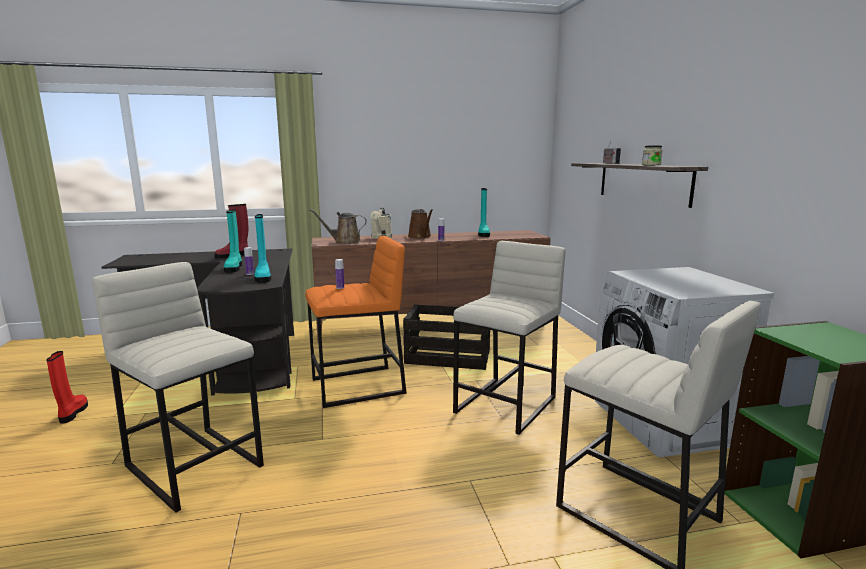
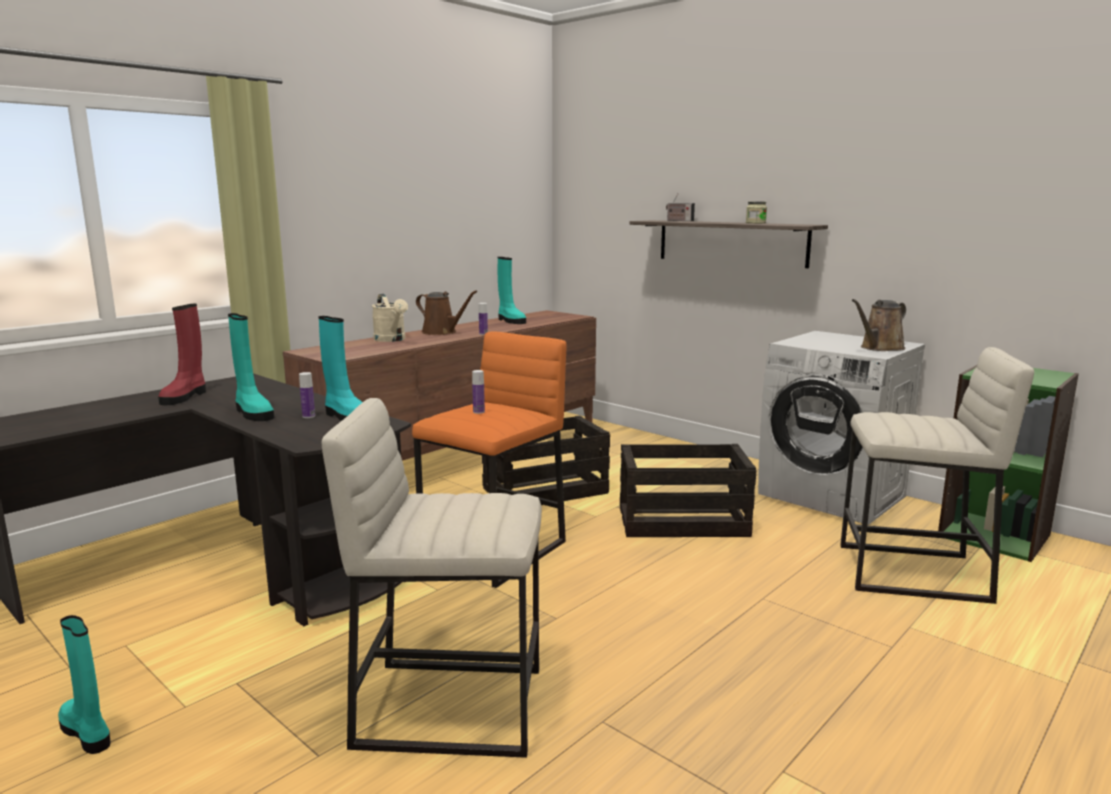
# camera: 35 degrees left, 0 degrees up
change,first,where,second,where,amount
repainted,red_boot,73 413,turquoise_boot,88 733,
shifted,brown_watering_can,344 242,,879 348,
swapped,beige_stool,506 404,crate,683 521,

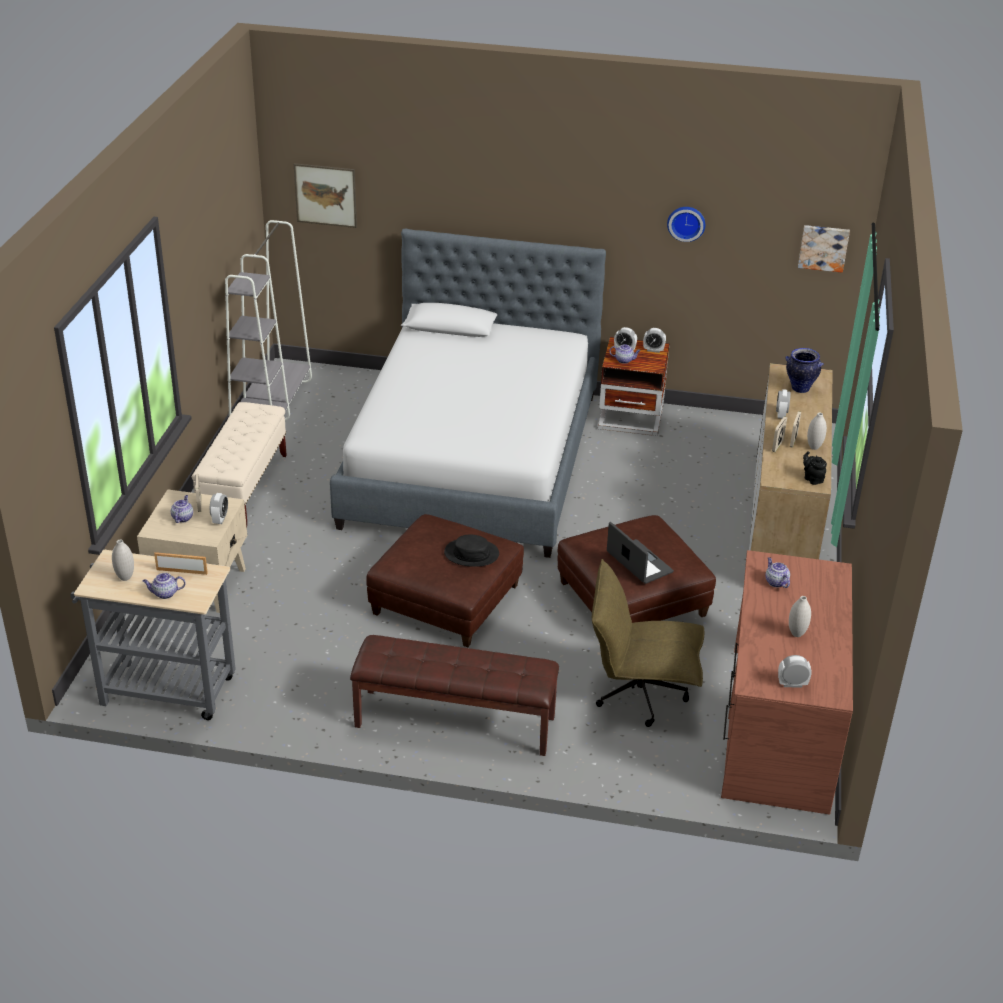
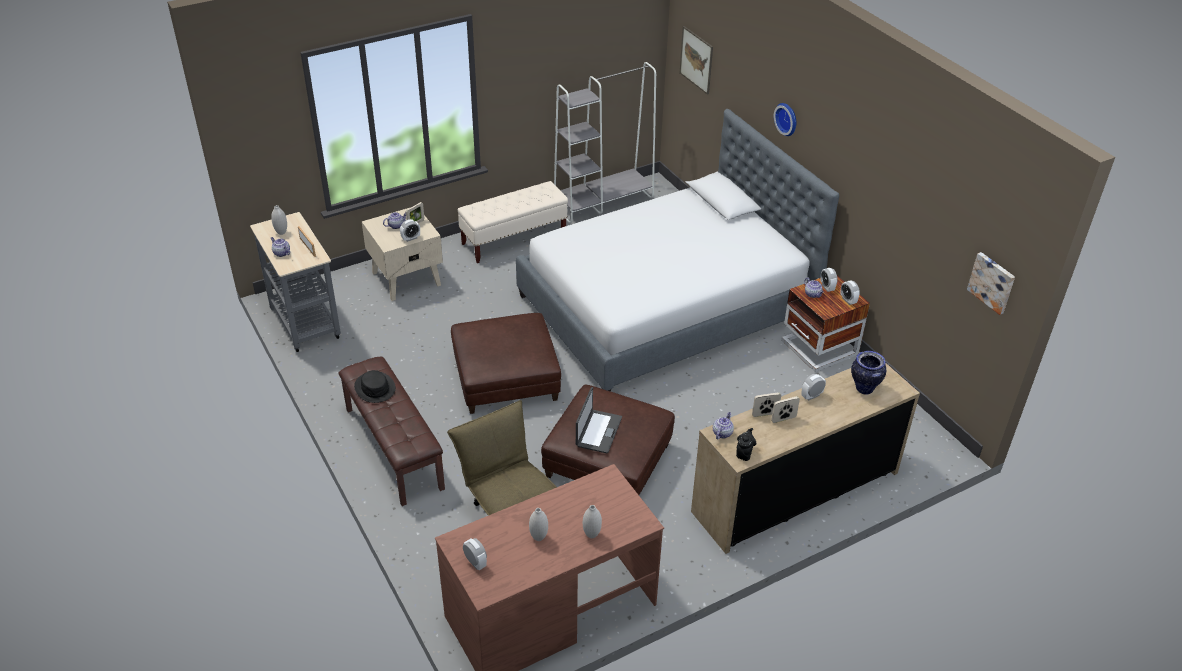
# camera: 50 degrees right, 5 degrees up
change,first,where,second,where,amount
shifted,black_hat,471 553,,375 388,
shifted,wall_clock,686 222,,787 118,
shifted,teapot,775 582,,722 433,
shifted,white_vase,814 447,,591 534,

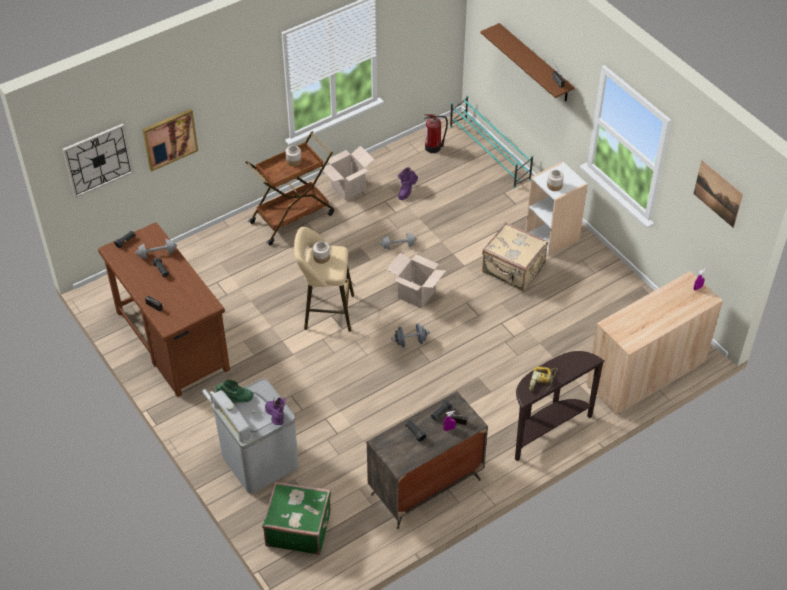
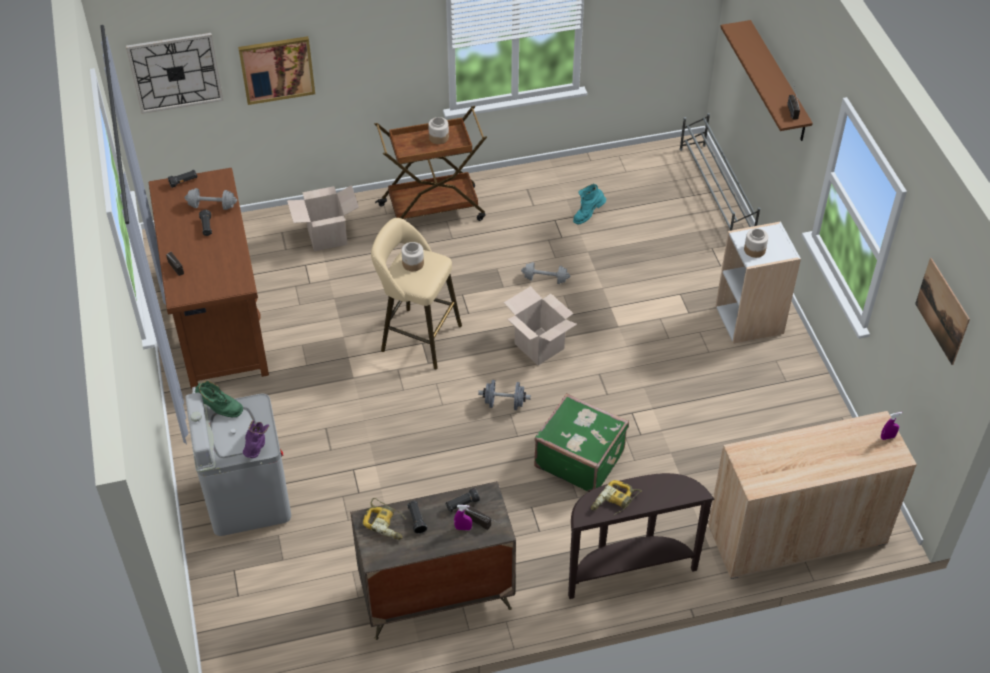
# camera: 20 degrees right, 0 degrees up
change,first,where,second,where,amount
shifted,green_suitcase,298 528,,579 458,
shifted,cardboard_box,348 188,,327 237,
repainted,purple_boot,407 191,turquoise_boot,588 215,
gone,fire_extinguisher,434 147,,,
repainted,turquoise_shoe_rack,489 153,grey_shoe_rack,715 194,
gone,beige_suitcase,513 270,,,
new,,,power_drill,386 523,

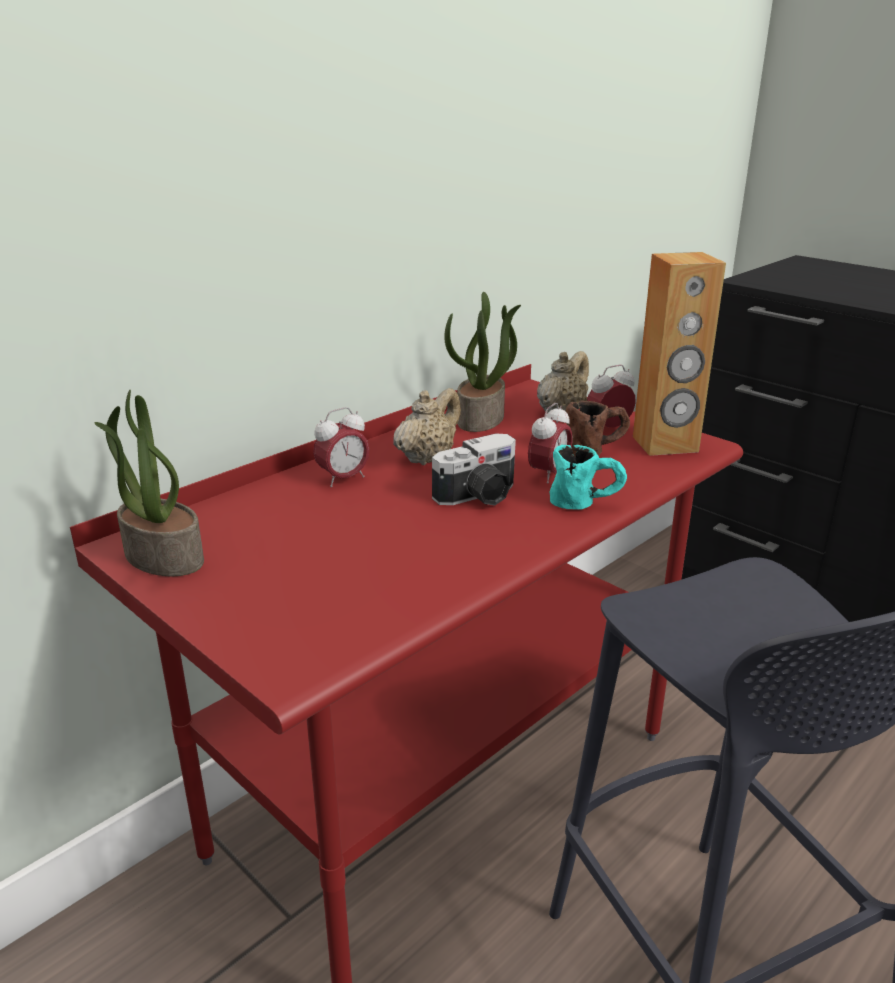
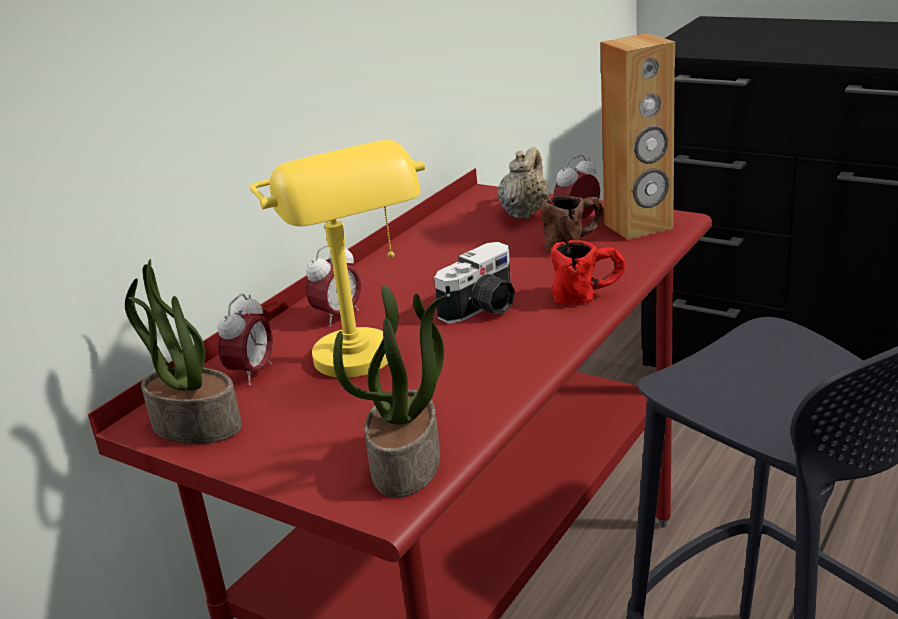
# camera: 10 degrees left, 0 degrees up
change,first,where,second,where,amount
gone,beige_teapot,427 458,,,
shifted,potted_plant,481 419,,407 465,
shifted,alarm_clock,548 474,,252 373,
repainted,turquoise_mug,586 503,red_mug,589 295,
new,,,yellow_table_lamp,367 368,

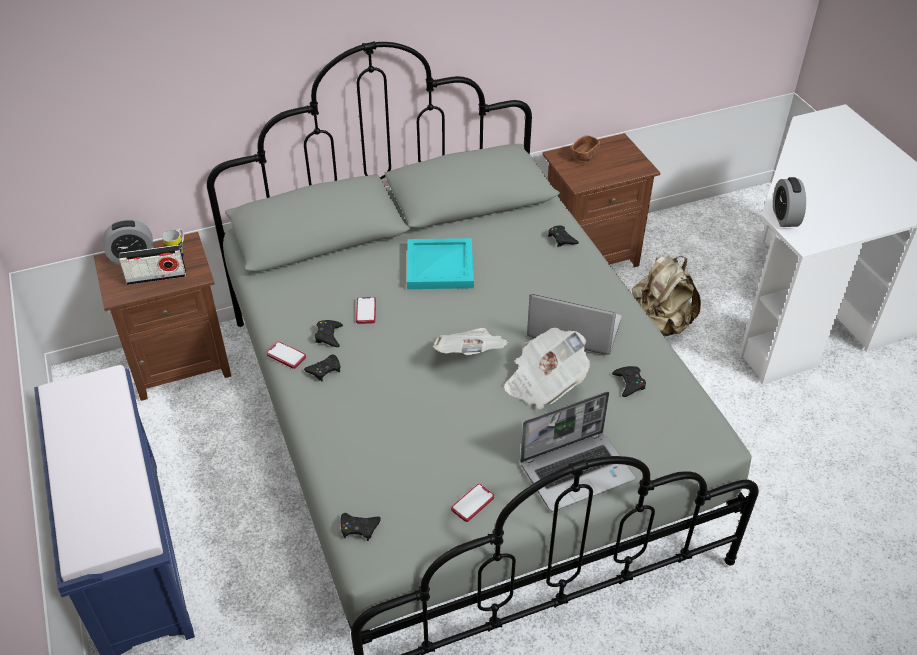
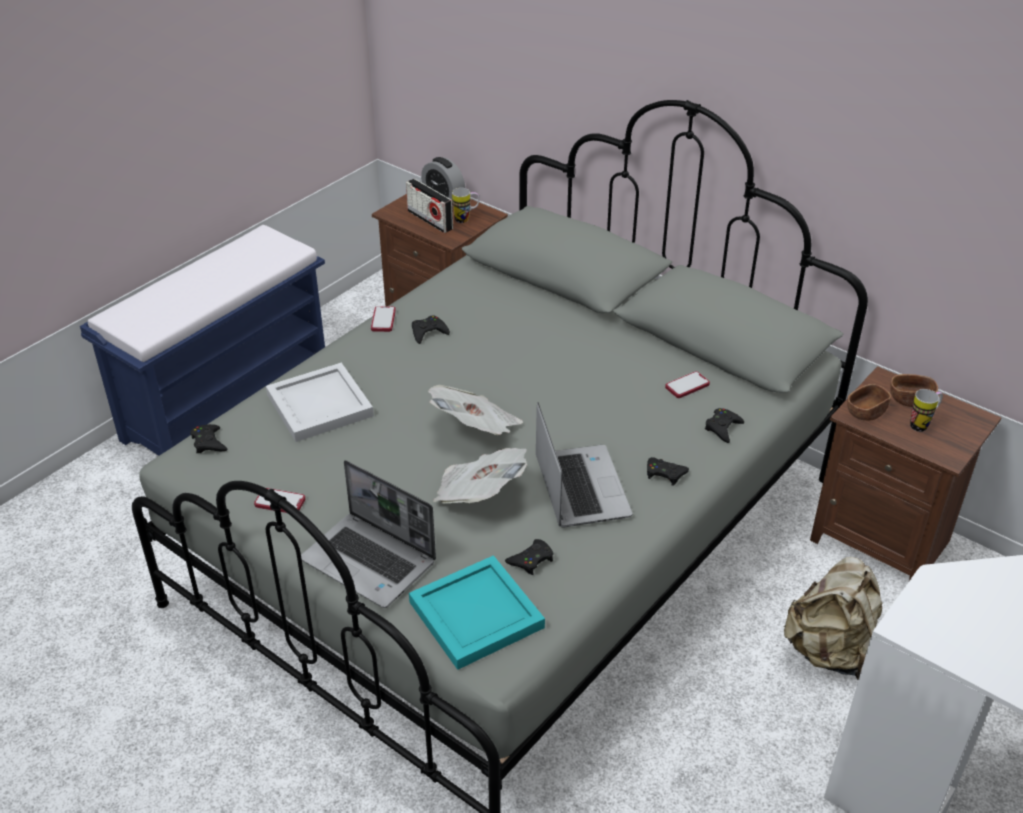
# camera: 60 degrees right, 5 degrees down
change,first,where,second,where,amount
shifted,black_game_controller,324 370,,665 474,
shifted,phone,366 311,,687 386,
shifted,turquoise_tray,441 266,,478 615,
gone,alarm_clock,784 217,,,
new,,,white_tray,318 405,
new,,,brown_bowl,865 412,
new,,,mug,922 424,

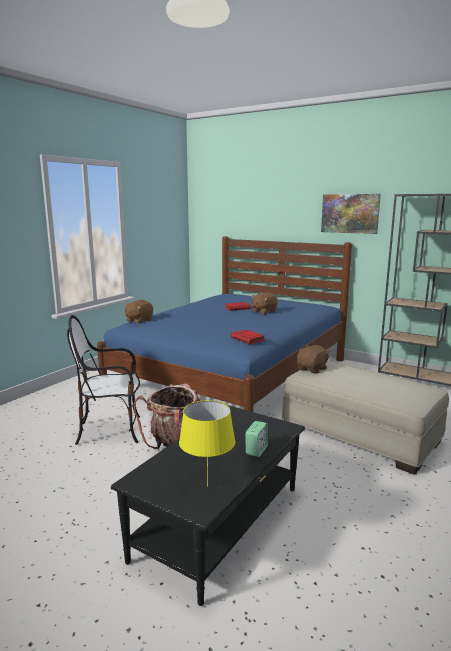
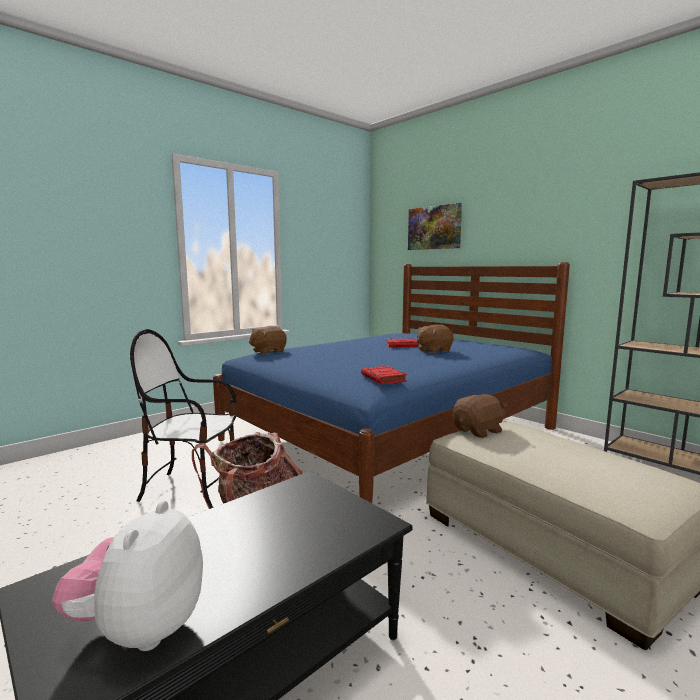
# camera: 15 degrees right, 5 degrees down
change,first,where,second,where,amount
swapped,yellow_table_lamp,208 486,plush_toy,140 629,
gone,alarm_clock,256 450,,,
shifted,picture,350 213,,434 228,

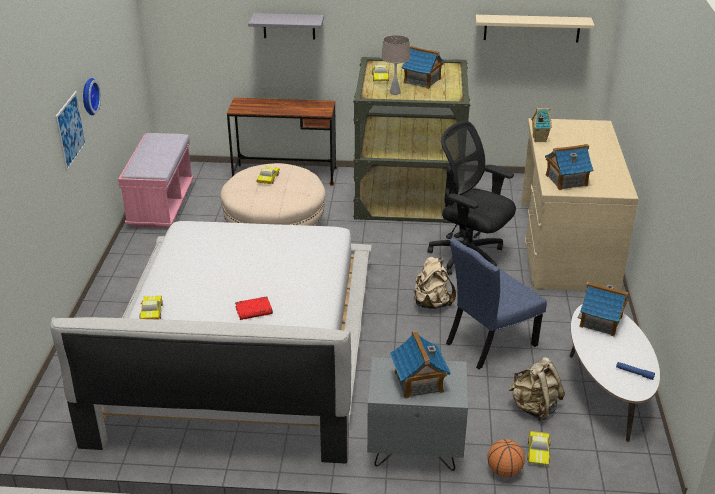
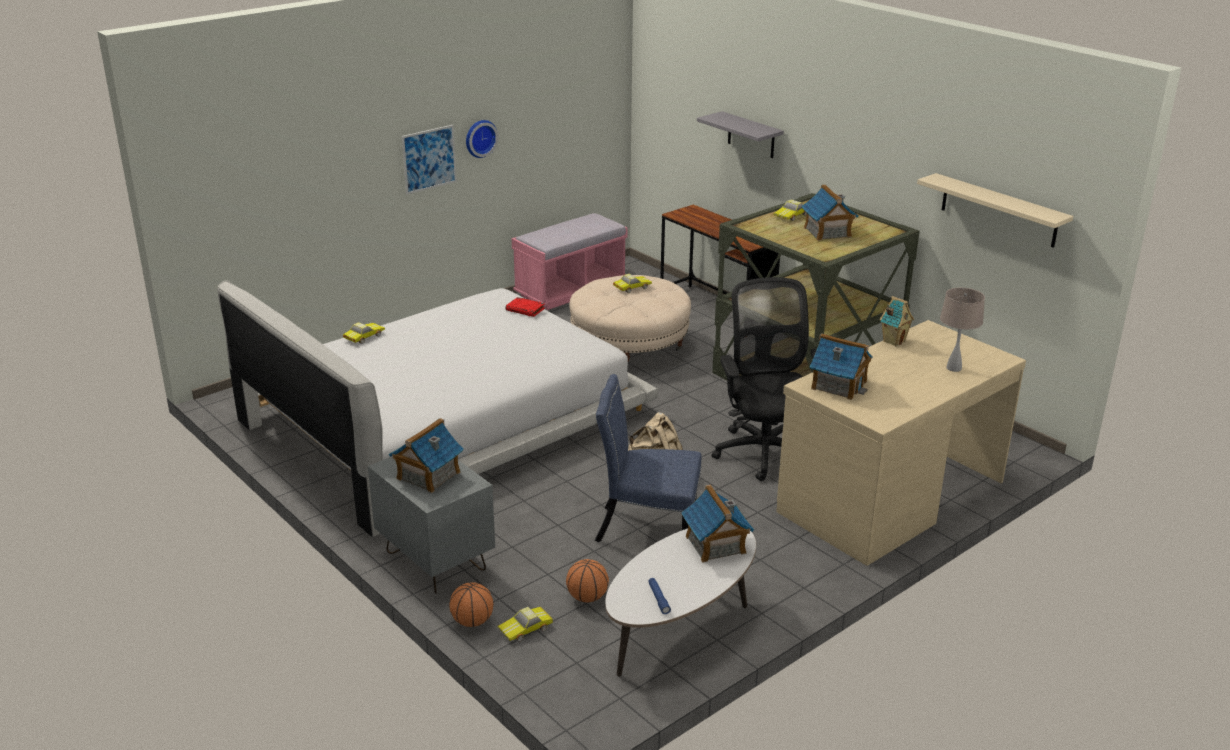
# camera: 45 degrees right, 5 degrees down
change,first,where,second,where,amount
shifted,red_book,254 310,,525 309,
shifted,beige_table_lamp,394 92,,953 368,
swapped,beige_backpack,534 407,basketball,587 597,

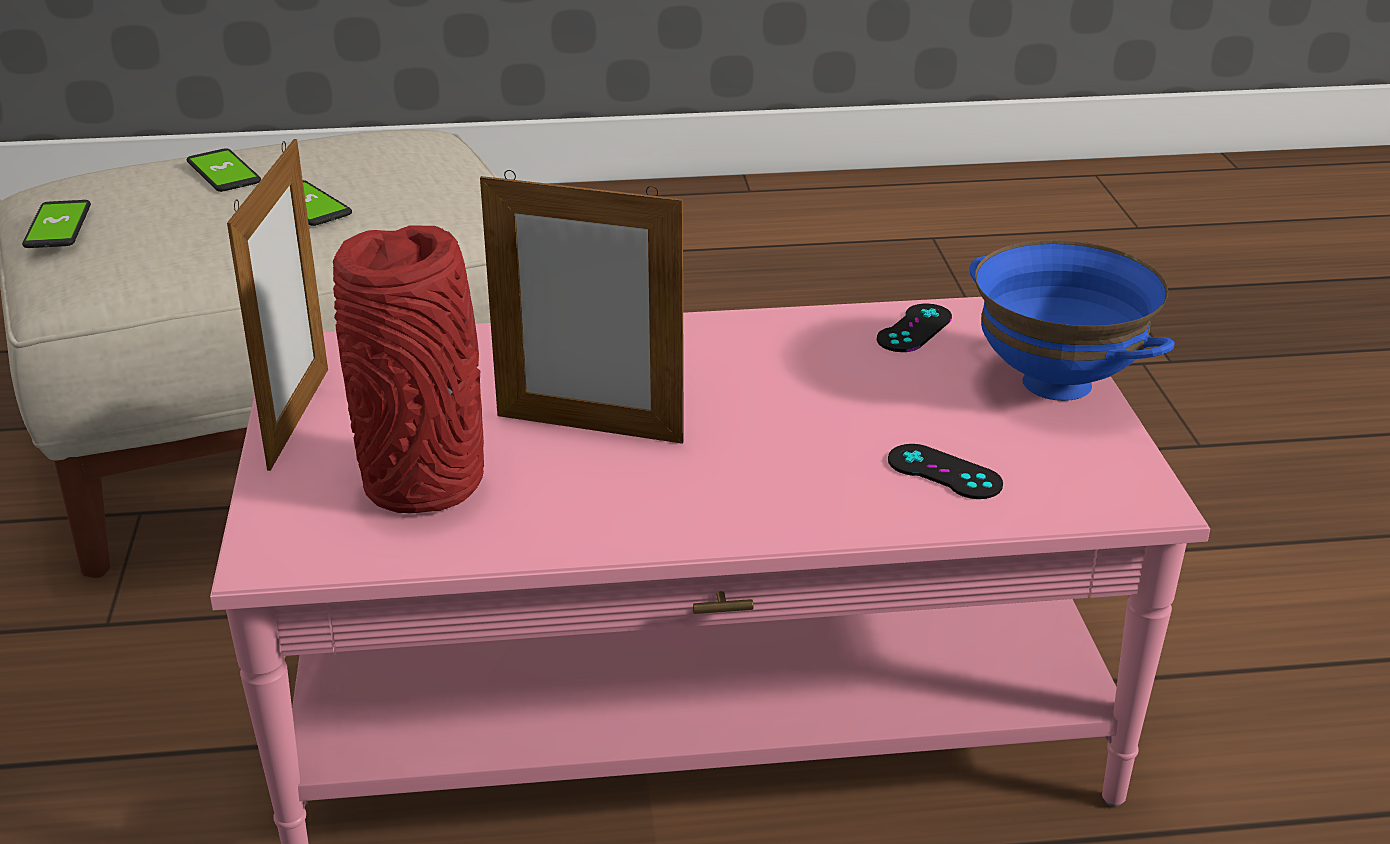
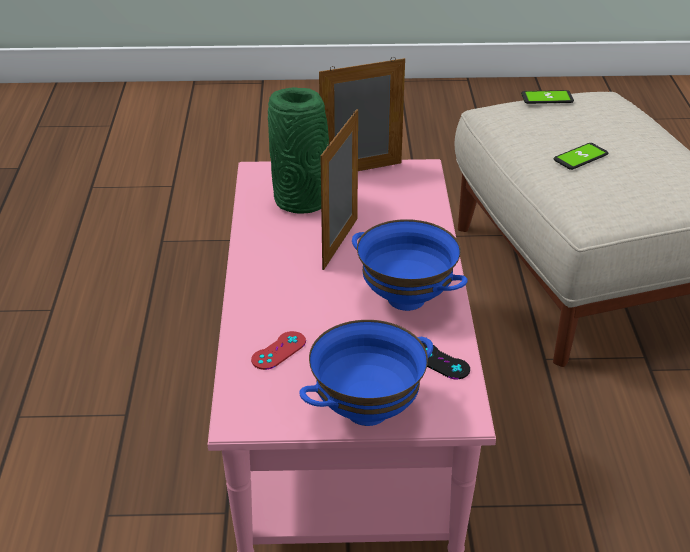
# camera: 95 degrees right, 5 degrees up
change,first,where,second,where,amount
gone,phone,224 172,,,
rotated,picture_frame,298 417,,361 170,150 degrees clockwise
repainted,red_vase,425 482,green_vase,302 201,
repainted,black_game_controller,944 472,red_game_controller,278 351,
new,,,blue_bowl,407 298,

